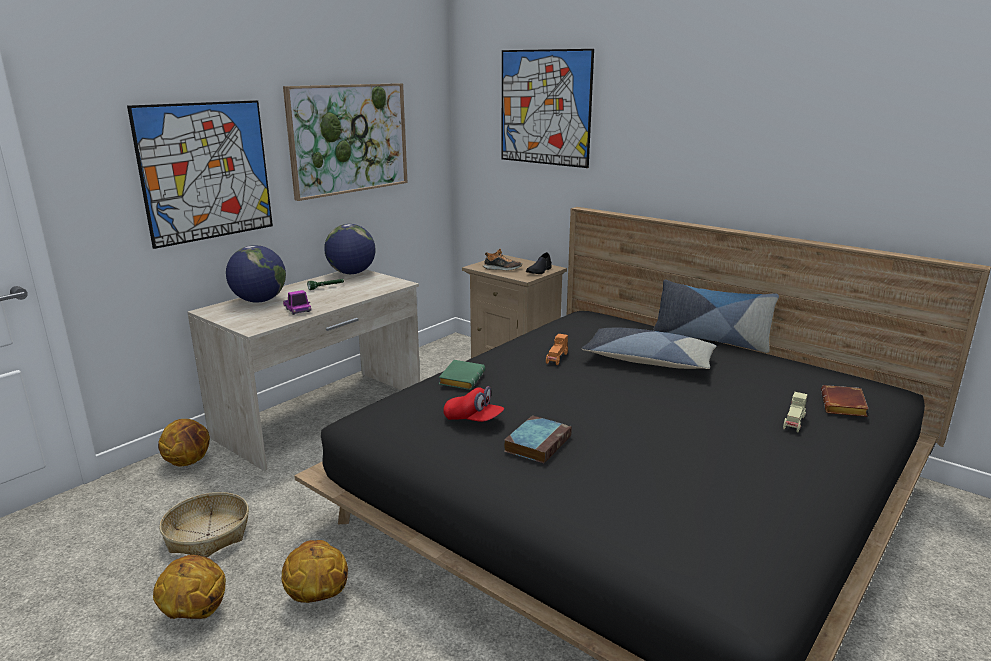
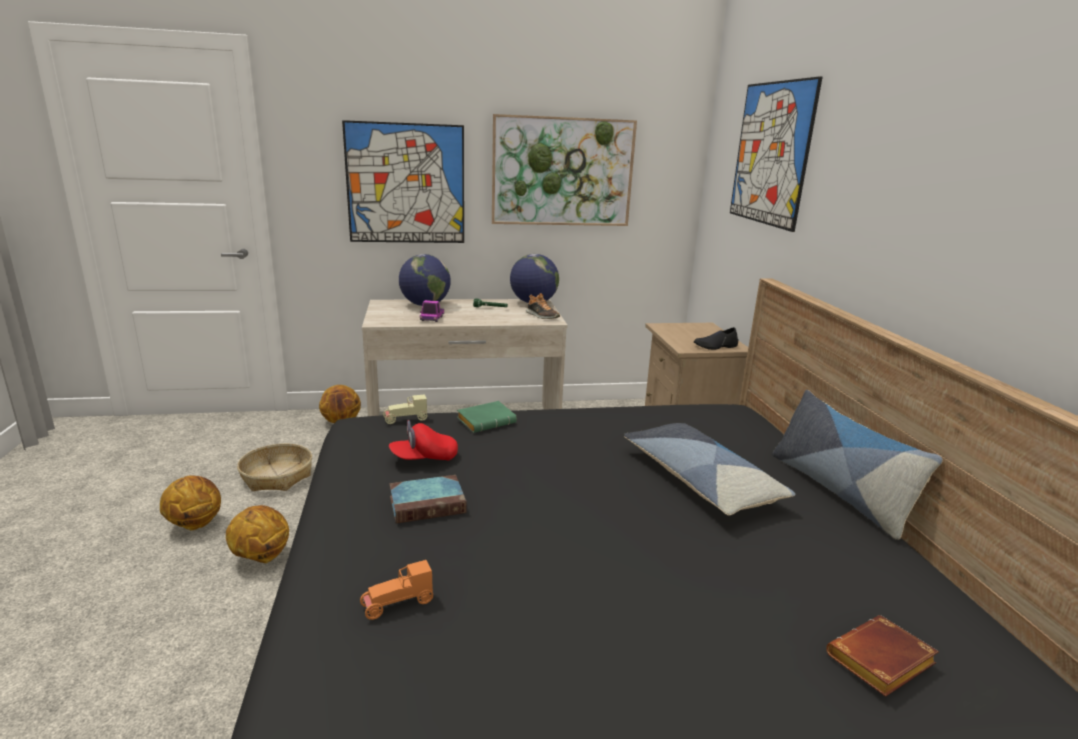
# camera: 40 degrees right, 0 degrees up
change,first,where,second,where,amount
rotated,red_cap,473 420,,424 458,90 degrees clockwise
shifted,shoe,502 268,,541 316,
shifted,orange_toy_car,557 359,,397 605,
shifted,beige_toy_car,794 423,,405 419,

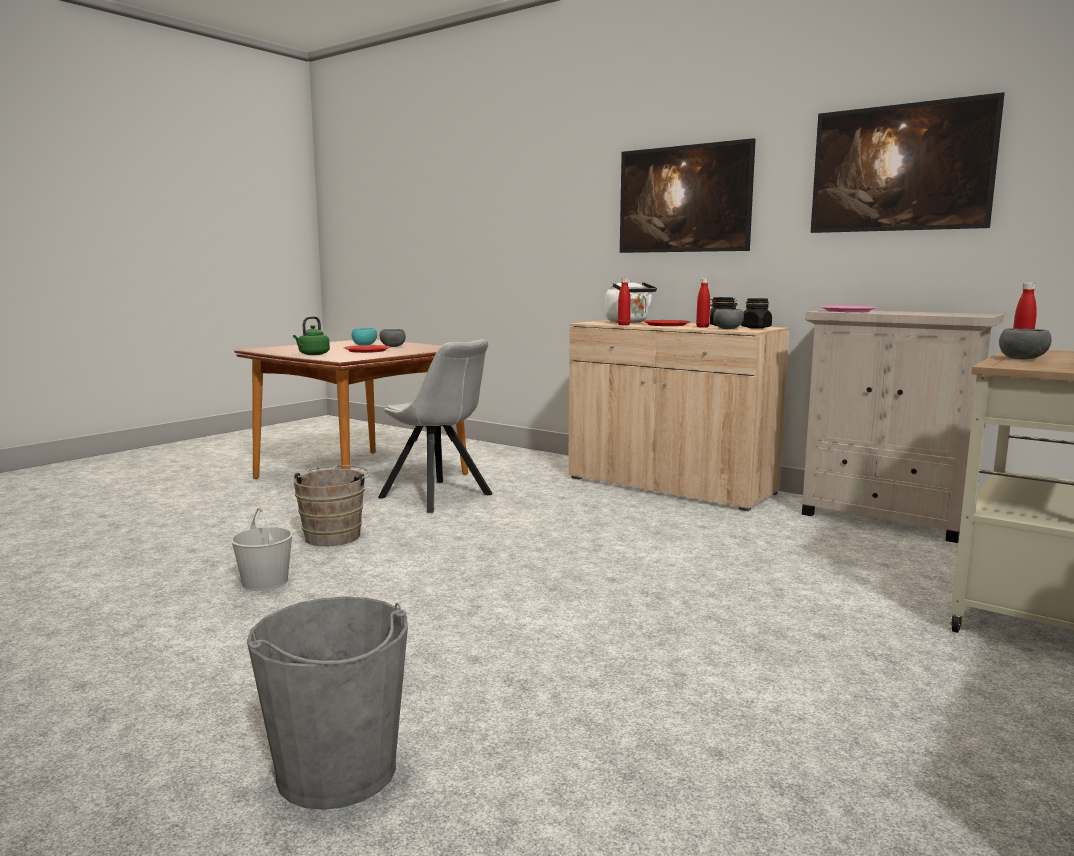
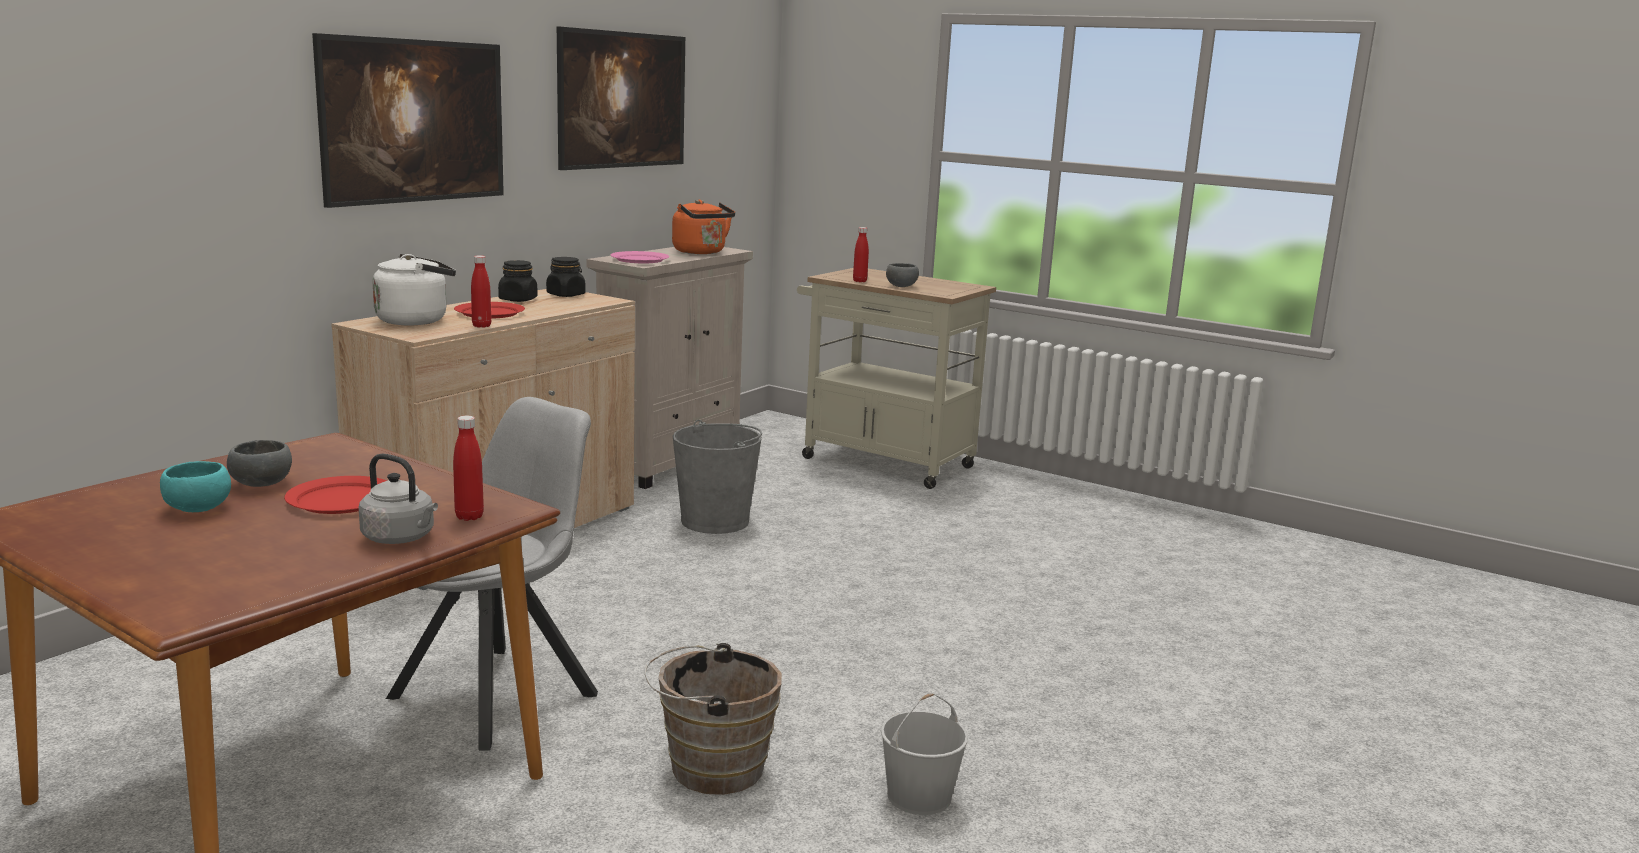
# camera: 95 degrees left, 5 degrees up
change,first,where,second,where,amount
shifted,grey_bucket,337 771,,715 521,
repainted,green_kettle,312 354,grey_kettle,401 538,
shifted,red_bottle,702 327,,469 516,
gone,grey_bowl,728 329,,,
new,,,orange_kettle,701 252,

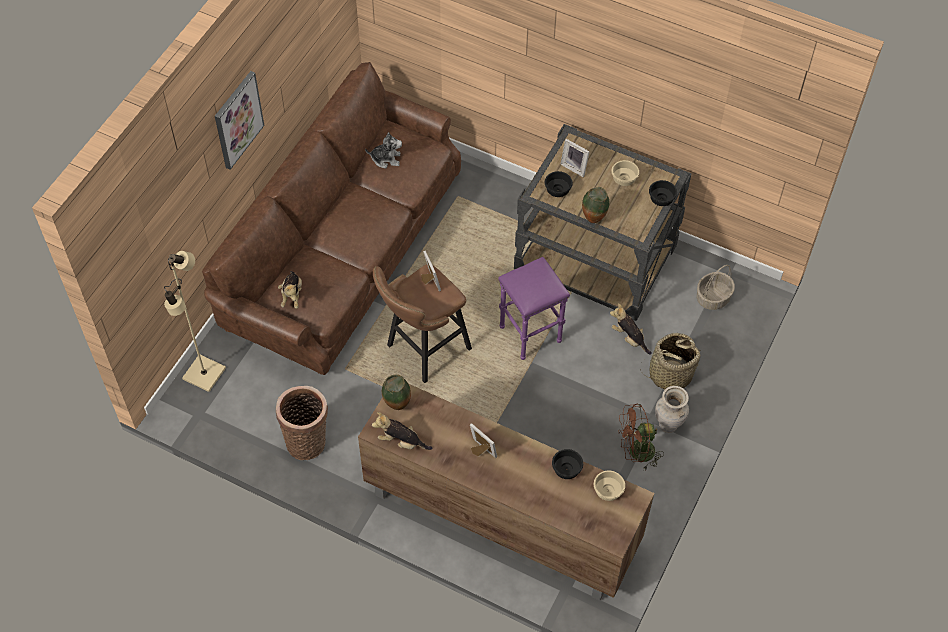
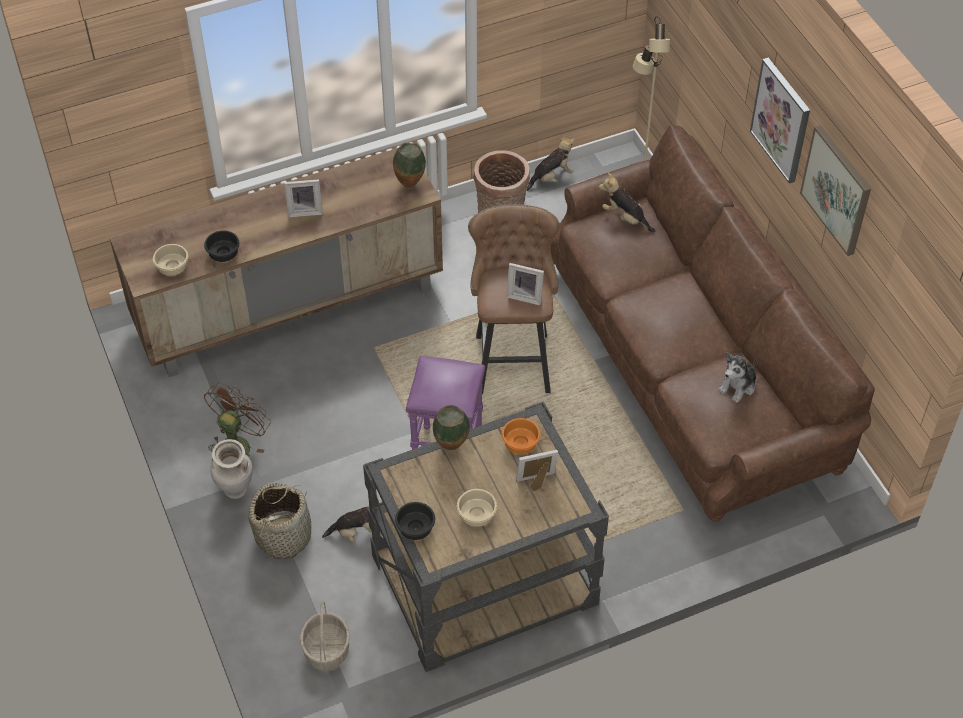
# camera: 130 degrees right, 5 degrees down
change,first,where,second,where,amount
shifted,plush_toy,401 441,,551 177,
repainted,black_bowl,558 190,orange_bowl,519 444,
new,,,picture,837 189,

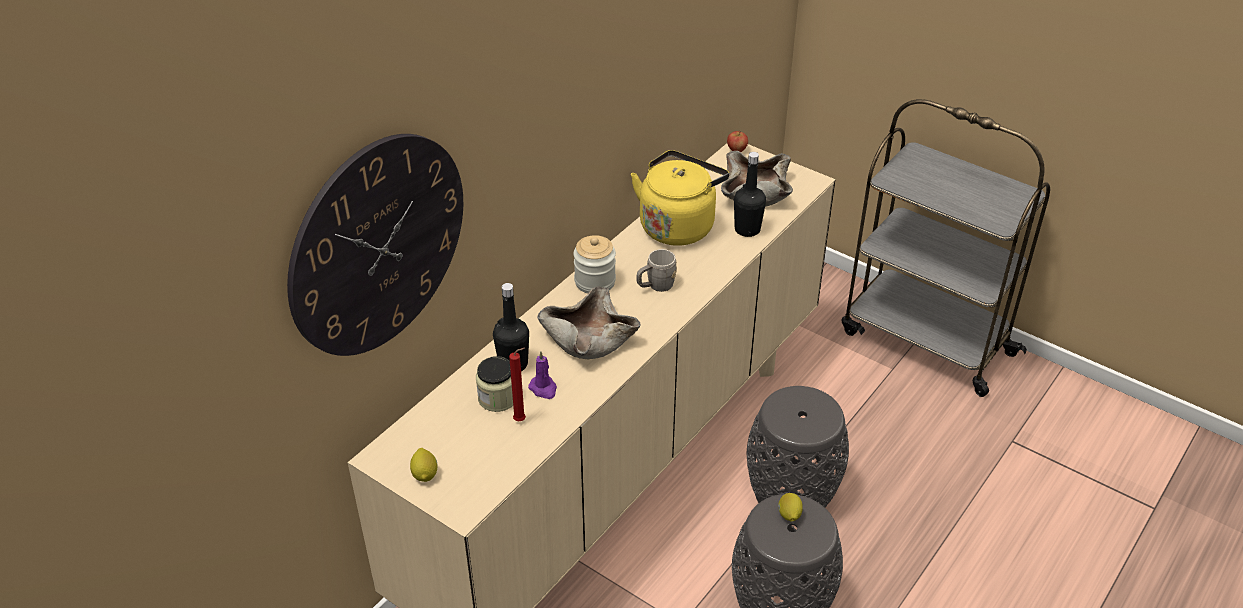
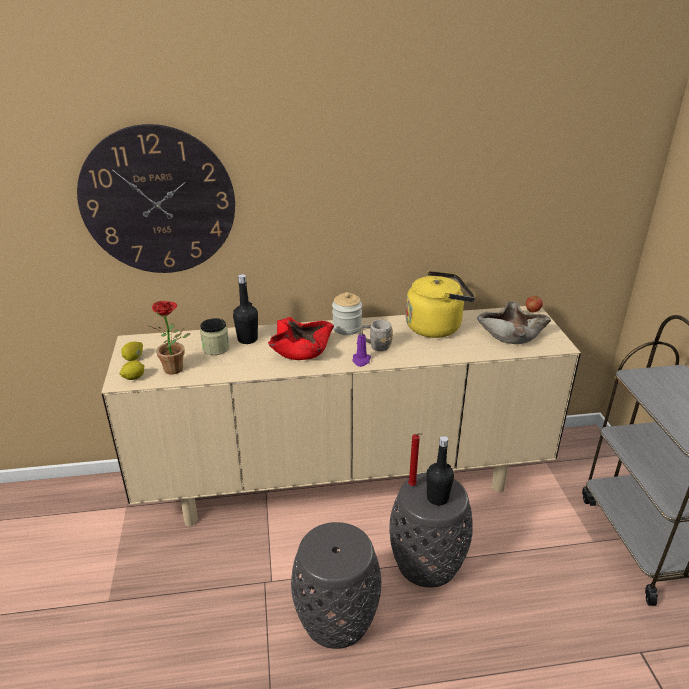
# camera: 45 degrees right, 10 degrees down
change,first,where,second,where,amount
shifted,red_candle,521 420,,413 486,
shifted,purple_candle,543 389,,361 360,
repainted,beige_bowl,588 338,red_bowl,300 349,
shifted,black_bottle,747 229,,437 498,
shifted,lemon,789 515,,134 378,
new,,,potted_plant,177 370,

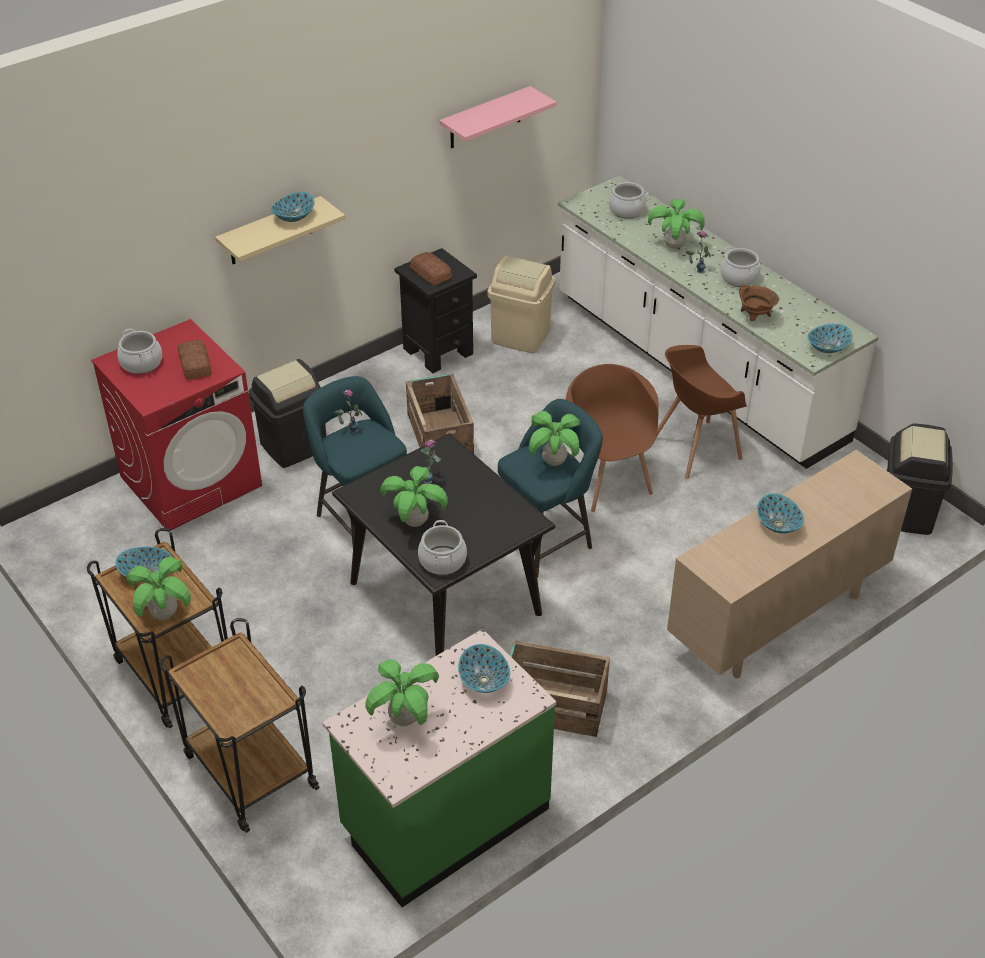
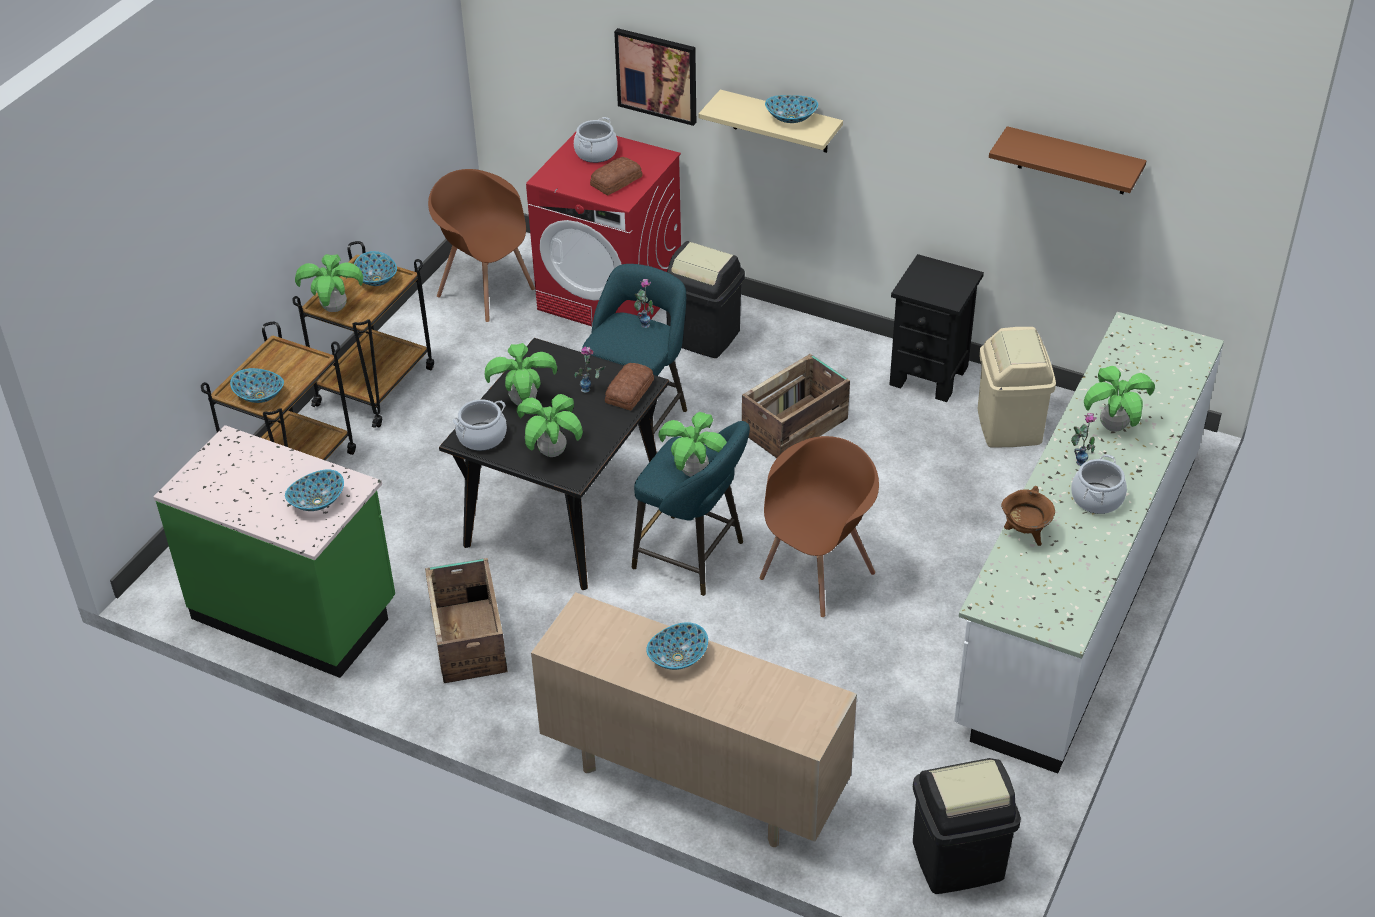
# camera: 65 degrees right, 0 degrees up
change,first,where,second,where,amount
shifted,potted_plant,404 719,,552 452,
shifted,bread,431 273,,631 391,
repainted,pink_shelf,485 118,brown_shelf,1073 161,
gone,cooking_pot,626 210,,,
shifted,brown_chair,695 449,,485 292,
shifted,bowl,828 348,,259 396,
new,,,picture,657 75,

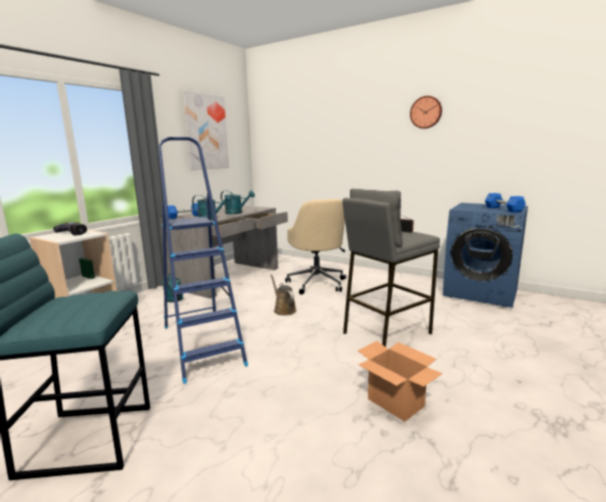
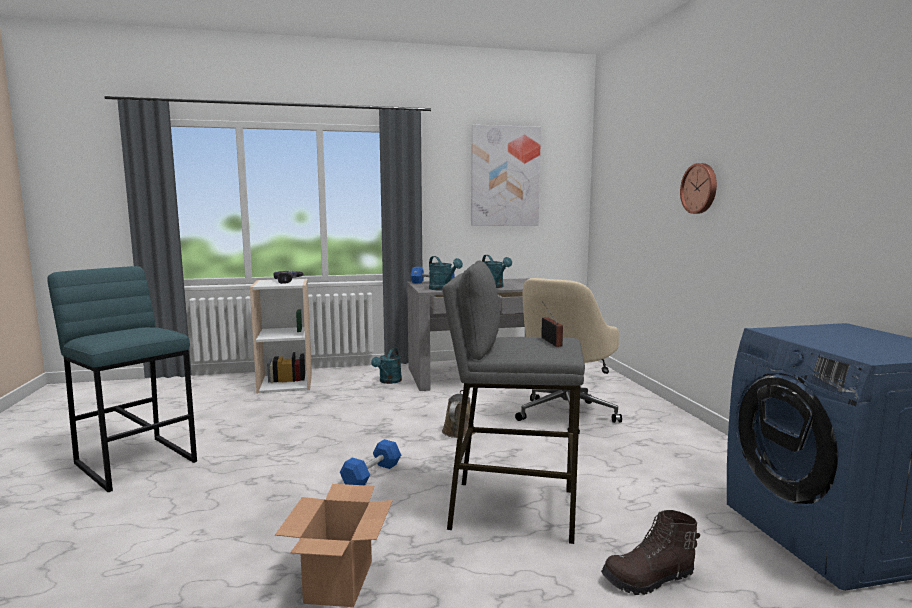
# camera: 45 degrees right, 5 degrees down
change,first,where,second,where,amount
gone,blue_step_ladder,202 344,,,
shifted,wall_clock,426 112,,700 188,
shifted,blue_dumbbell,503 209,,371 475,
new,,,brown_boot,649 579,

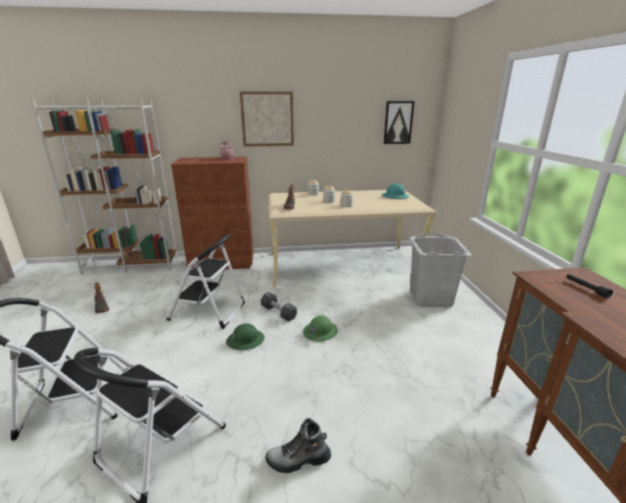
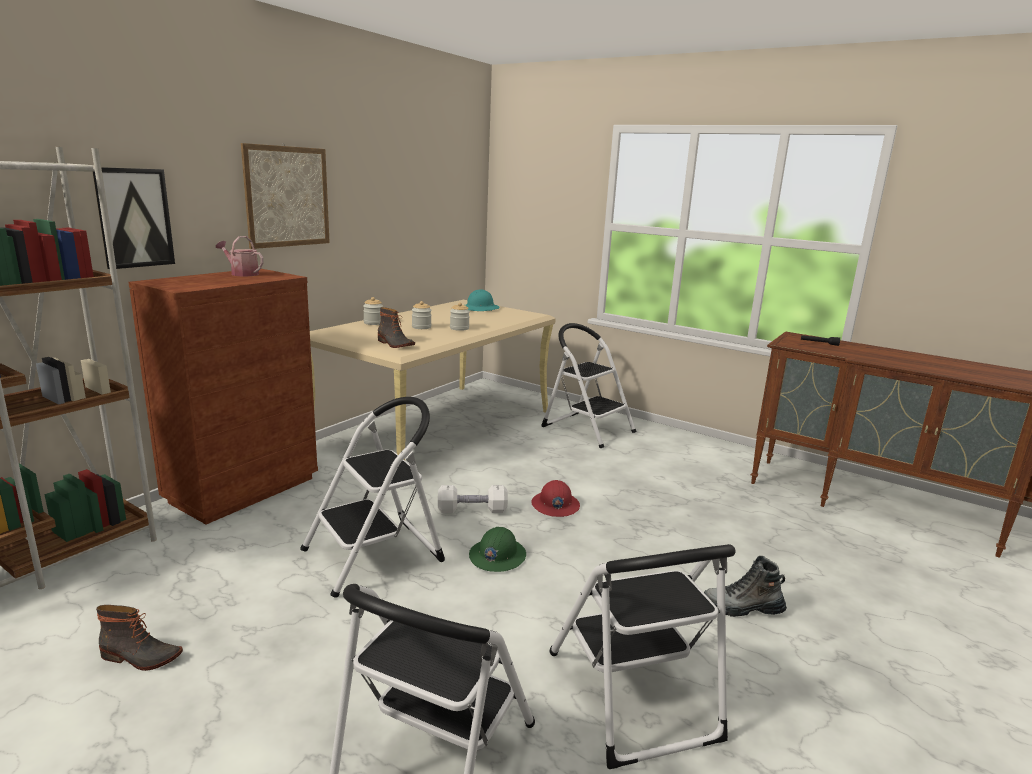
# camera: 50 degrees left, 5 degrees down
change,first,where,second,where,amount
repainted,black_dumbbell,278 313,white_dumbbell,472 510,
rotated,boot,298 460,,742 608,60 degrees clockwise
repainted,green_hard_hat,320 332,red_hard_hat,555 505,
shifted,picture,398 122,,134 218,
swapped,grey_laundry_basket,431 298,step_ladder,586 428,

